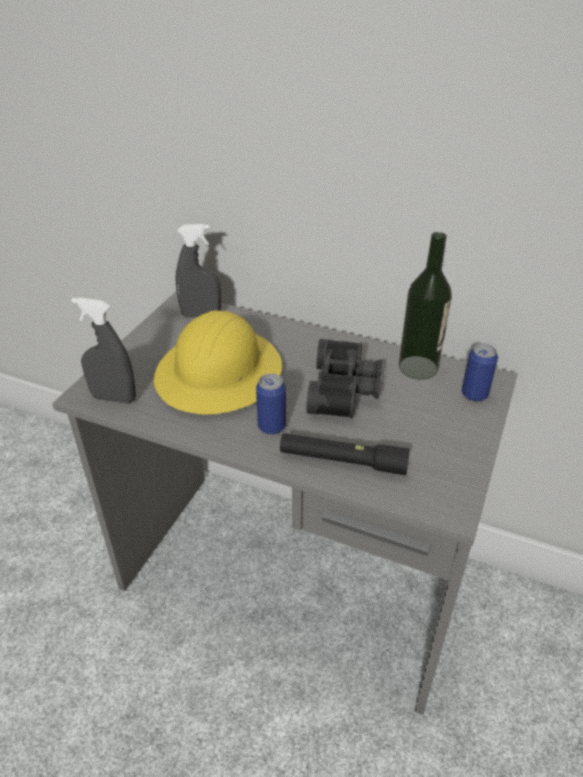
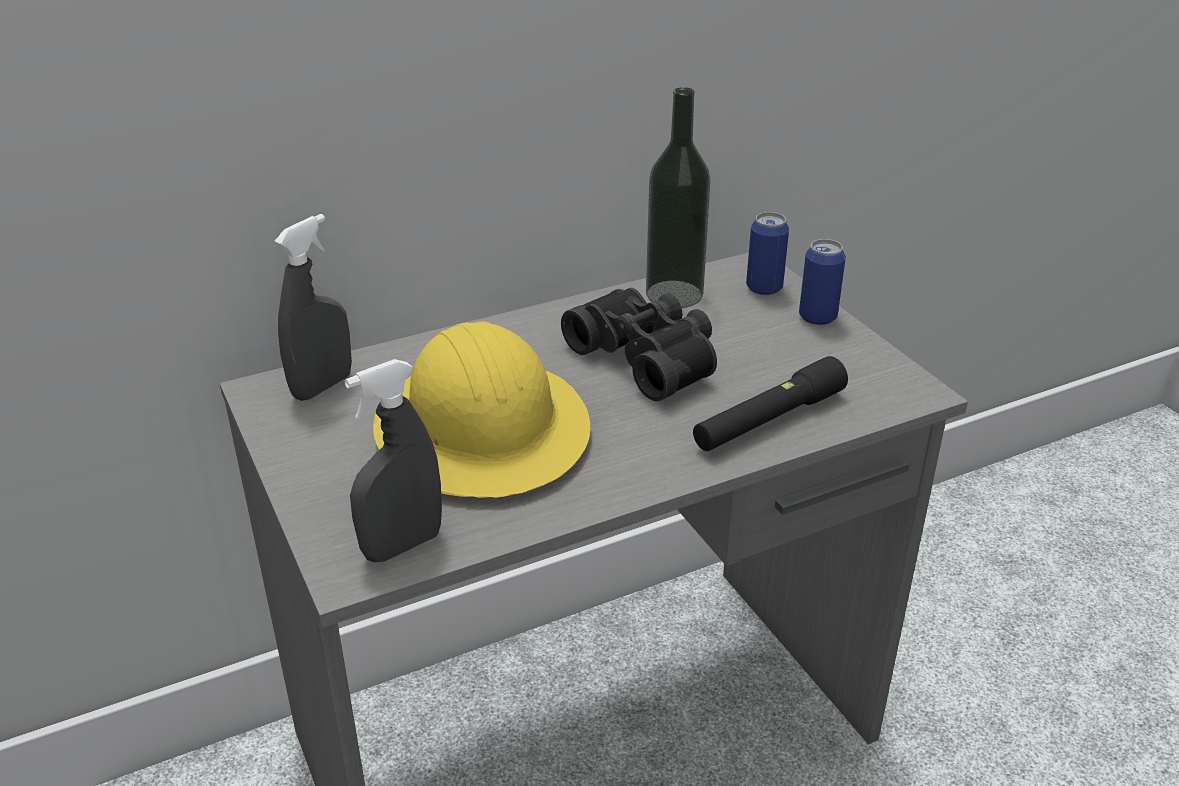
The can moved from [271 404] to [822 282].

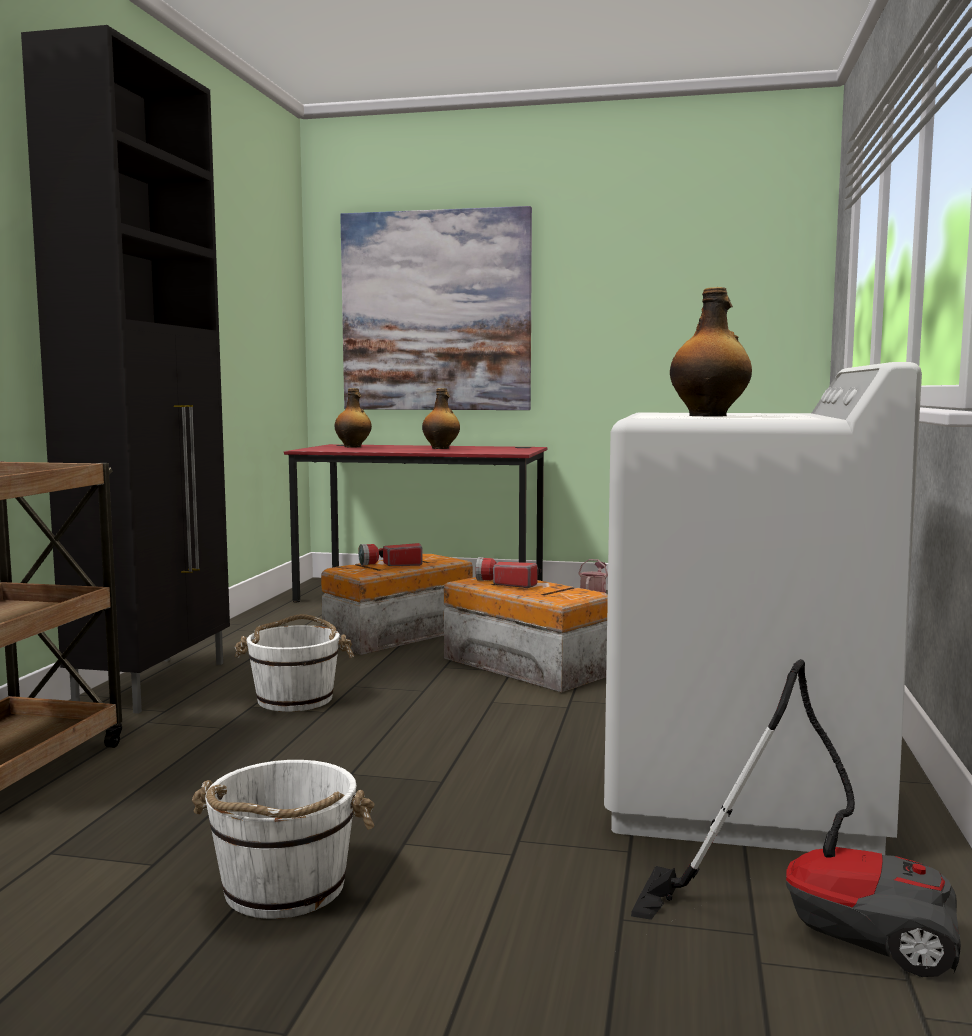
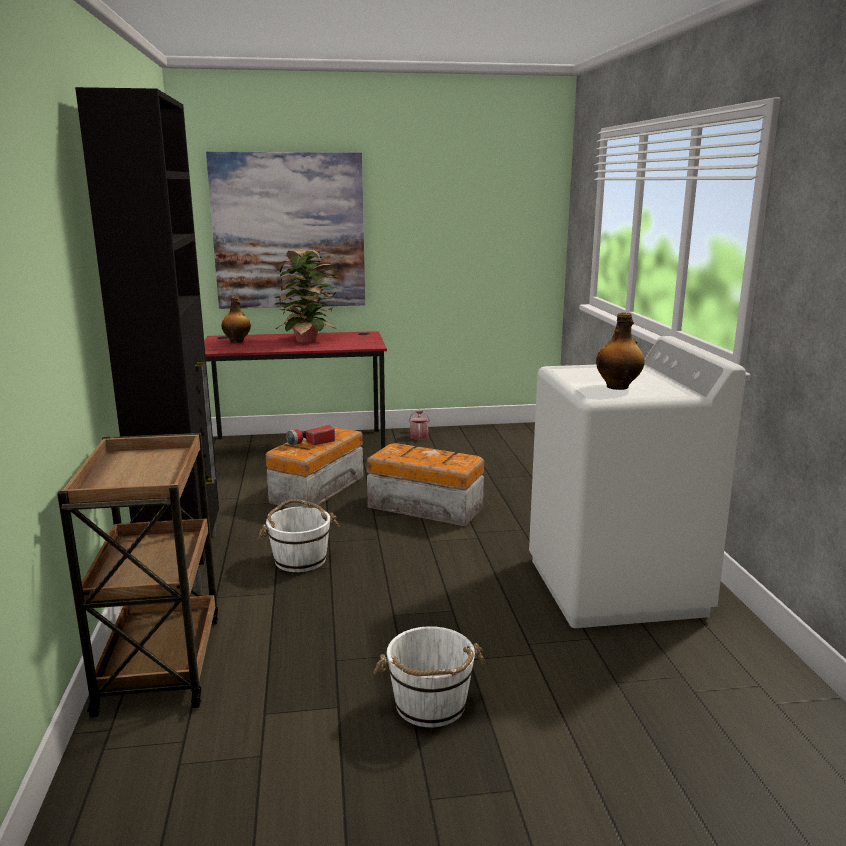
The bottle at [441 418] was replaced by the potted plant at [306 296]. The flashlight at [508 572] disappeared. The vacuum cleaner at [796 818] disappeared.

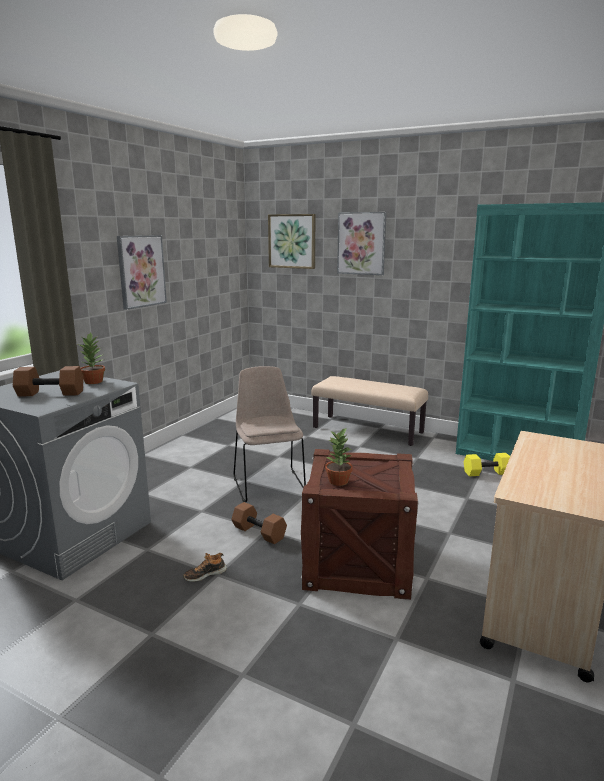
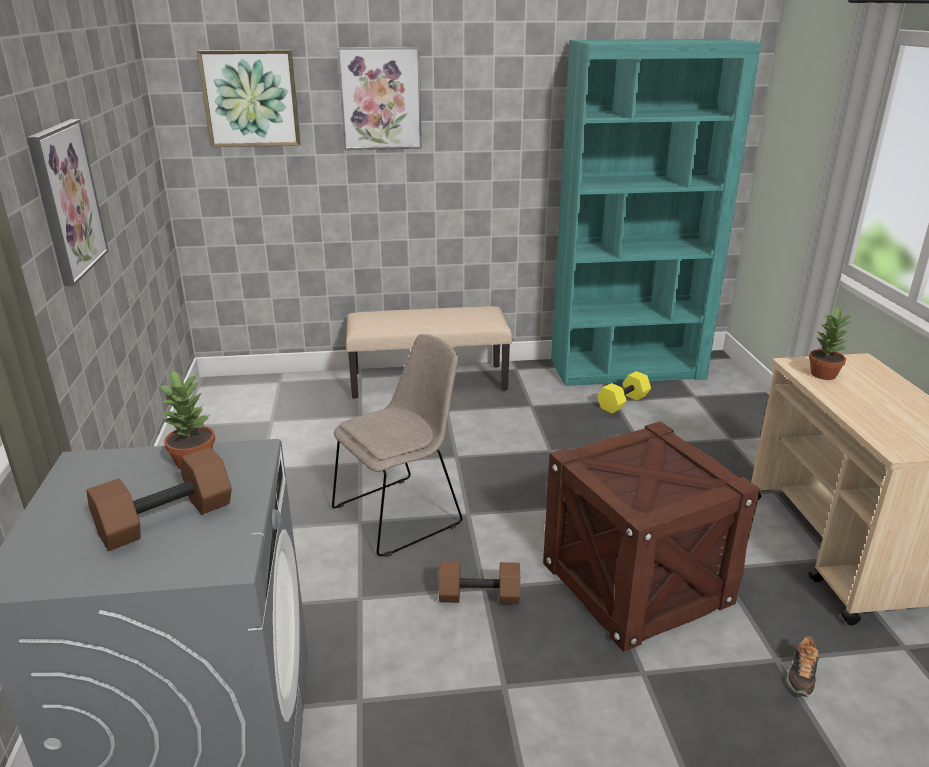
The shoe moved from [205 567] to [803 666]. The chair in beige at [270 434] turned 105 degrees clockwise. The potted plant moved from [339 456] to [830 344].

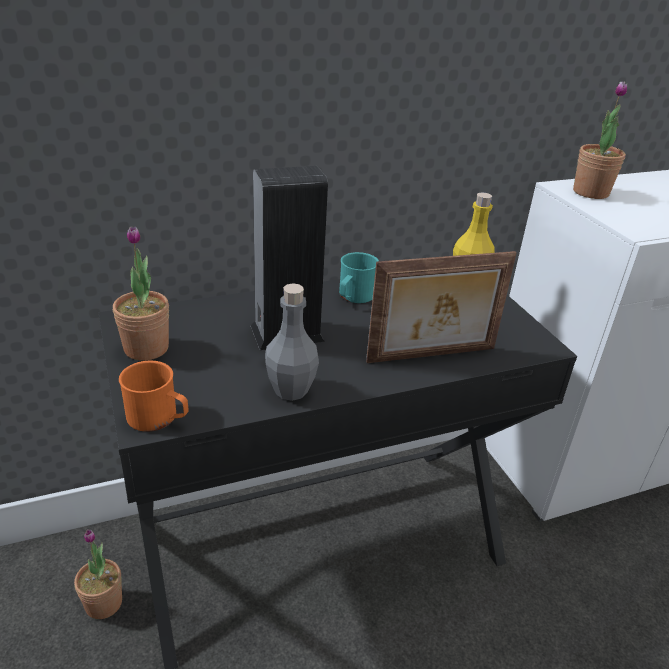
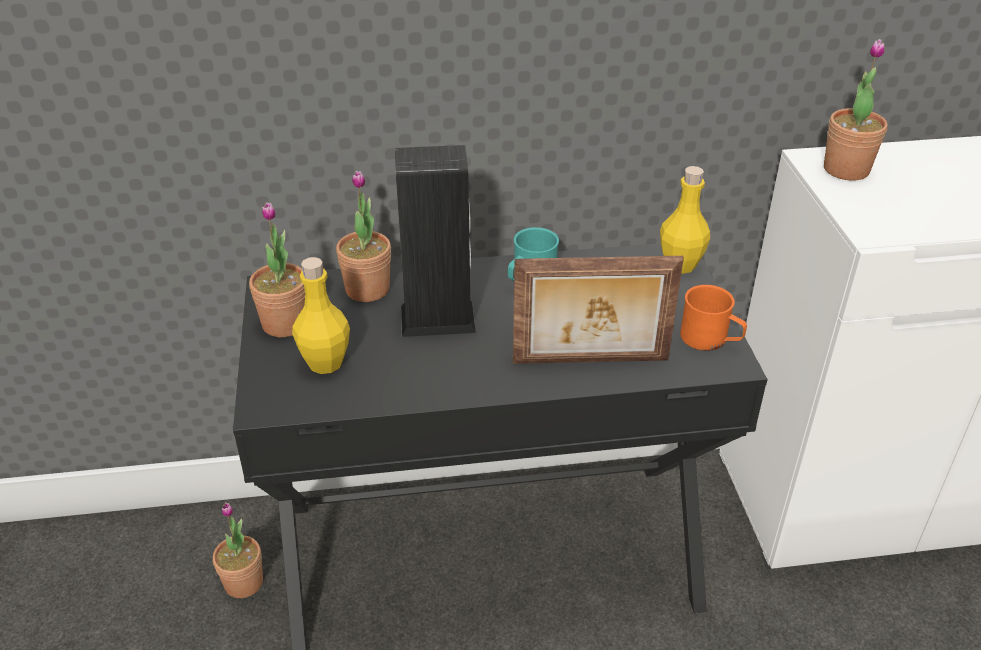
The mug in orange moved from [153 396] to [713 318]. The bottle in grey at [292 342] disappeared. The bottle in yellow at [321 315] appeared. The potted plant at [363 236] appeared.

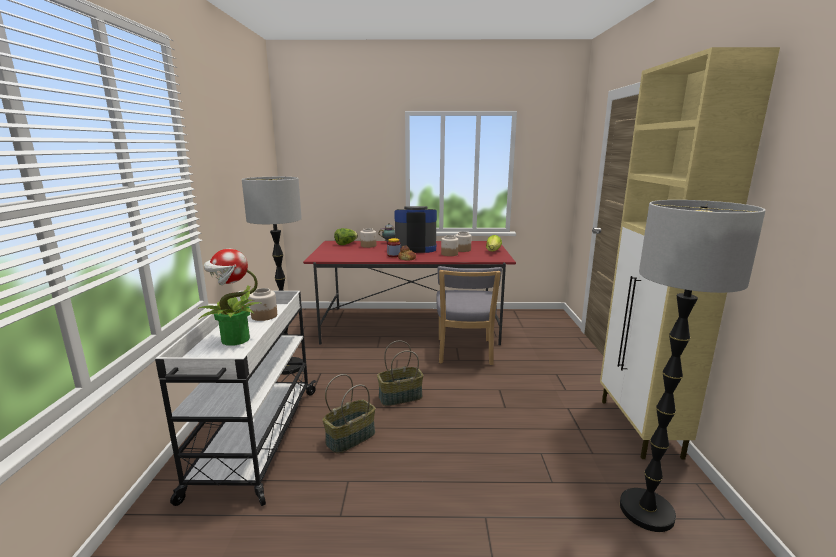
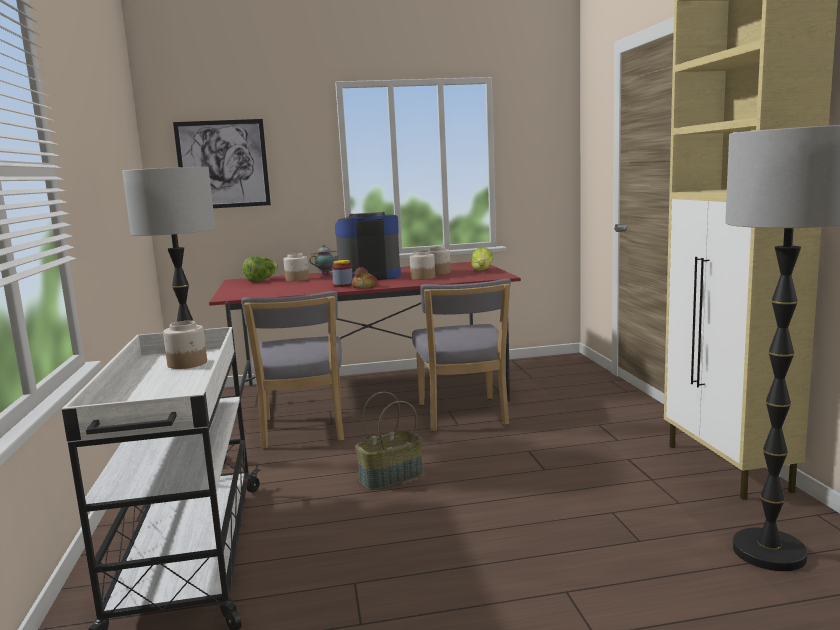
The potted plant at [230 297] disappeared. The basket at [349 414] disappeared. The picture at [222 163] appeared. The chair in grey at [292 370] appeared.

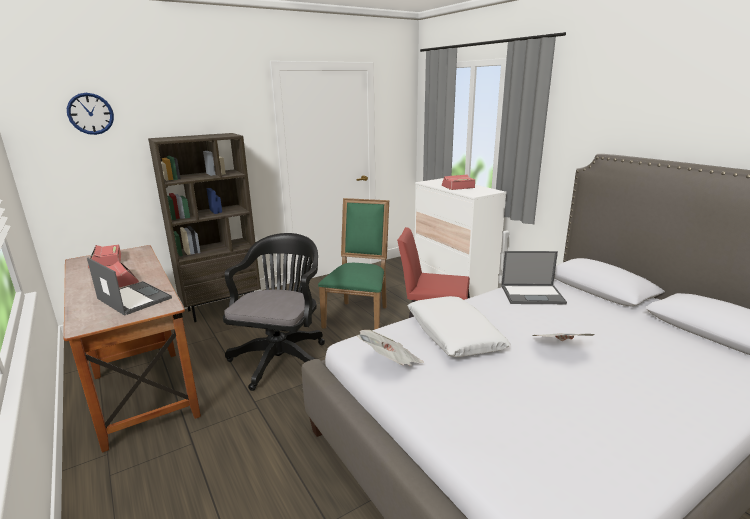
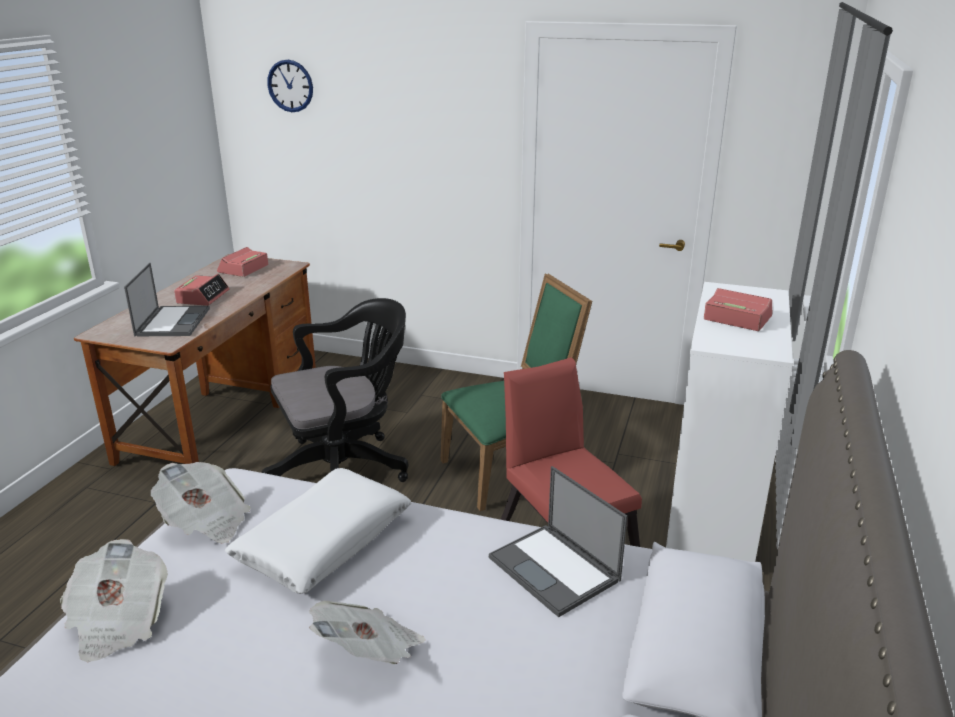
The bookcase in brown at [204 227] disappeared. The newspaper at [114 600] appeared.

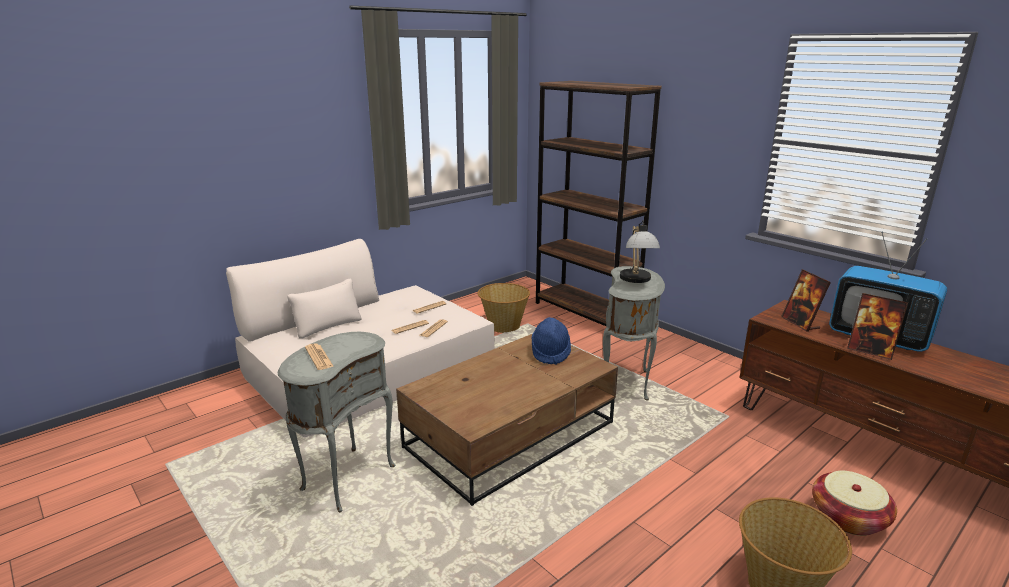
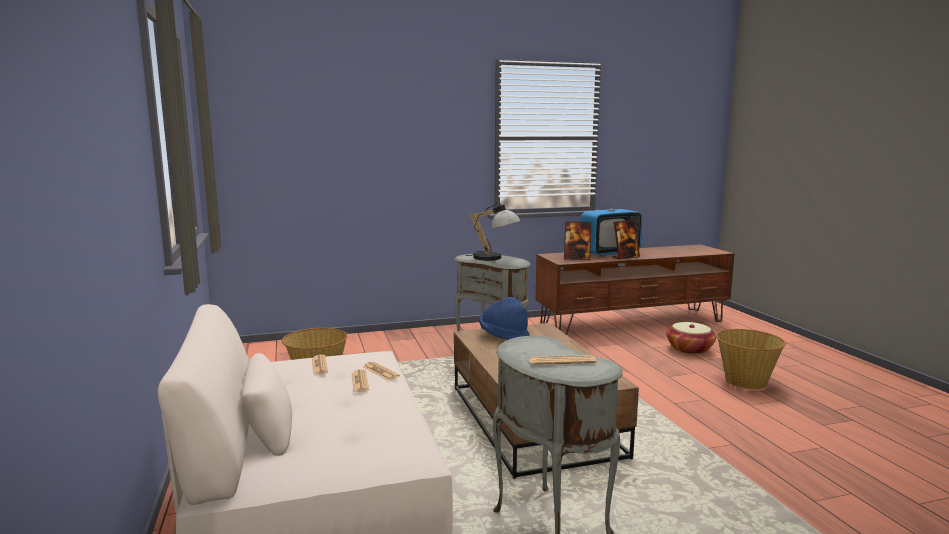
The bookcase in brown at [599 203] disappeared.

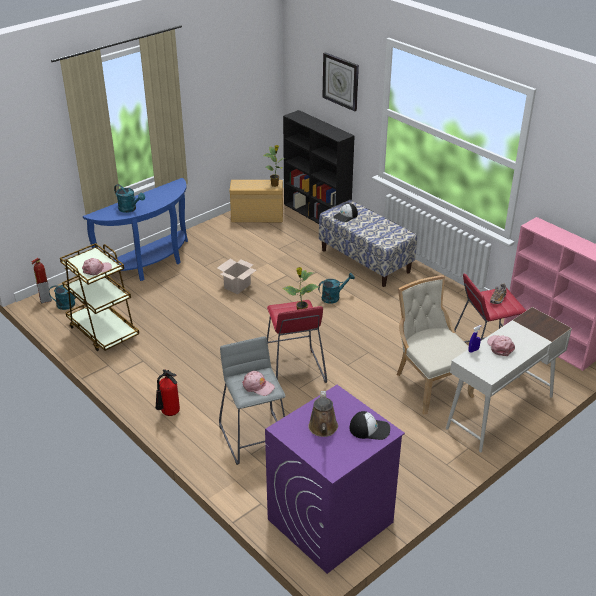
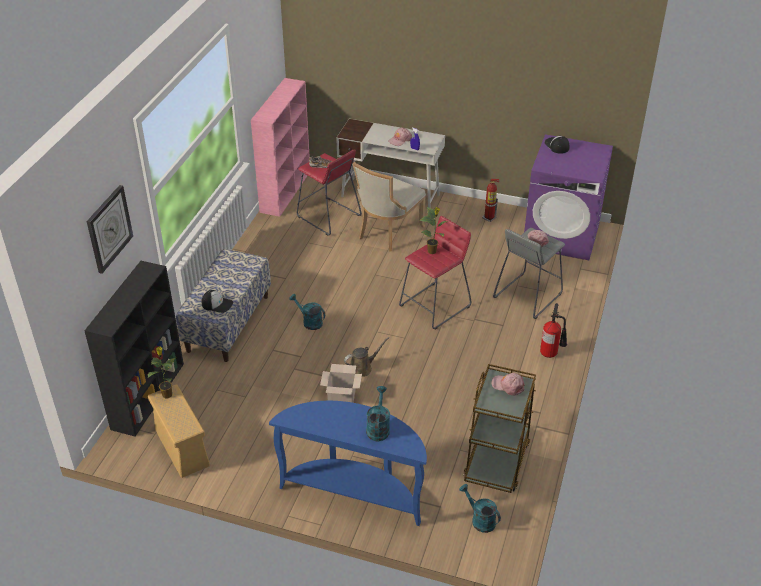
The fire extinguisher moved from [41 281] to [490 200]. The watering can in brown moved from [323 414] to [366 357].

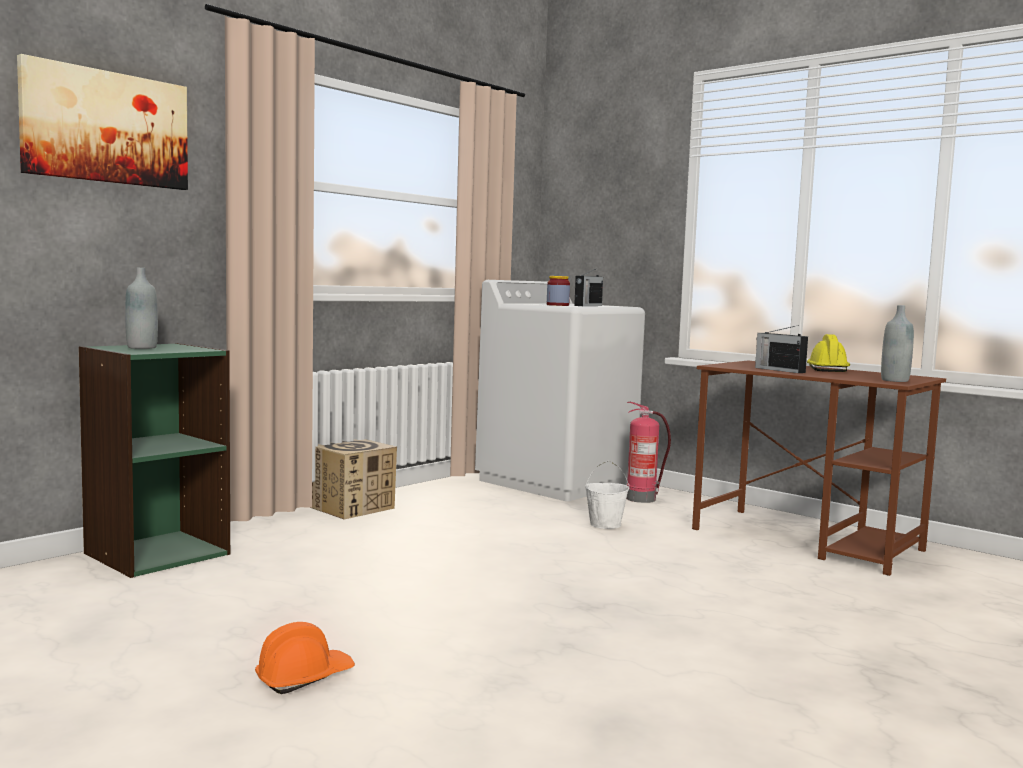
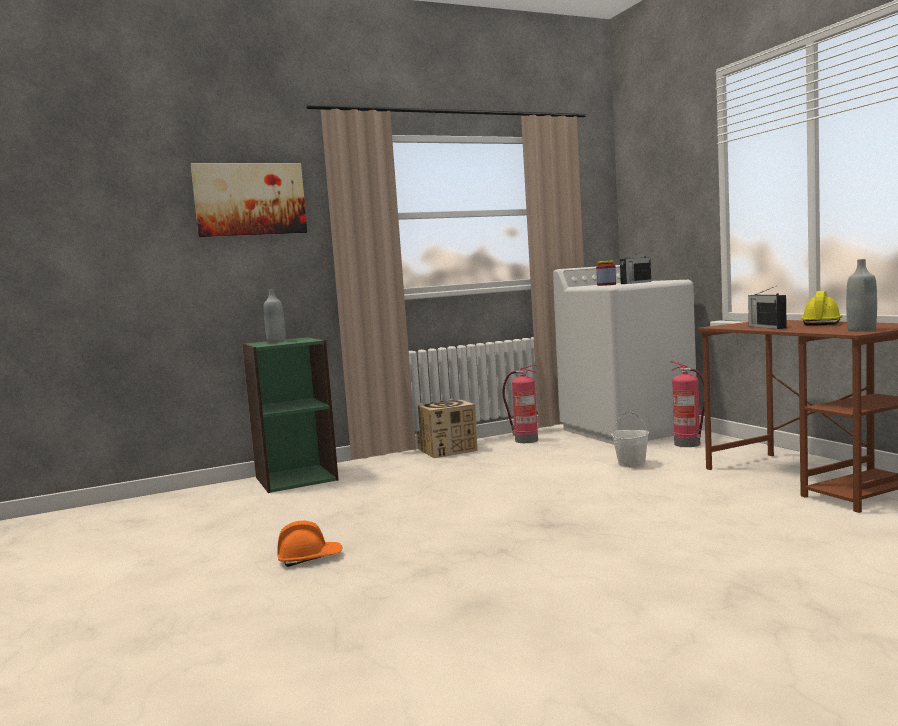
The fire extinguisher at [520 403] appeared.

